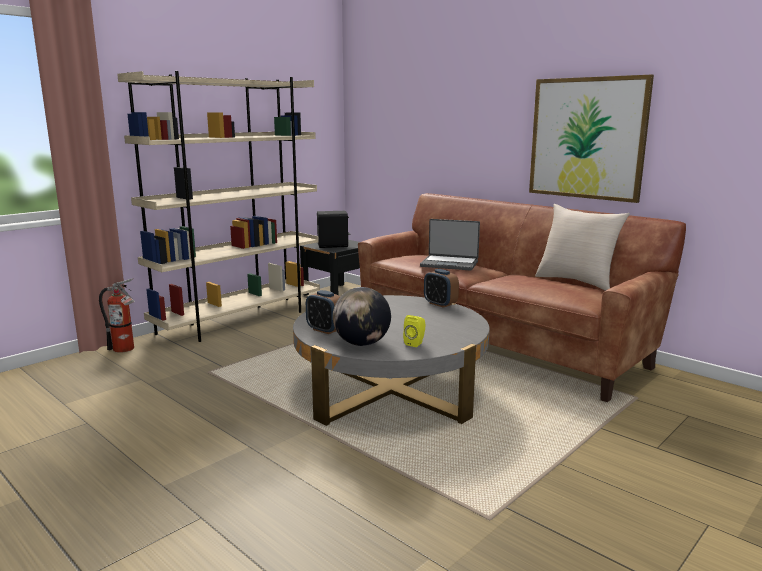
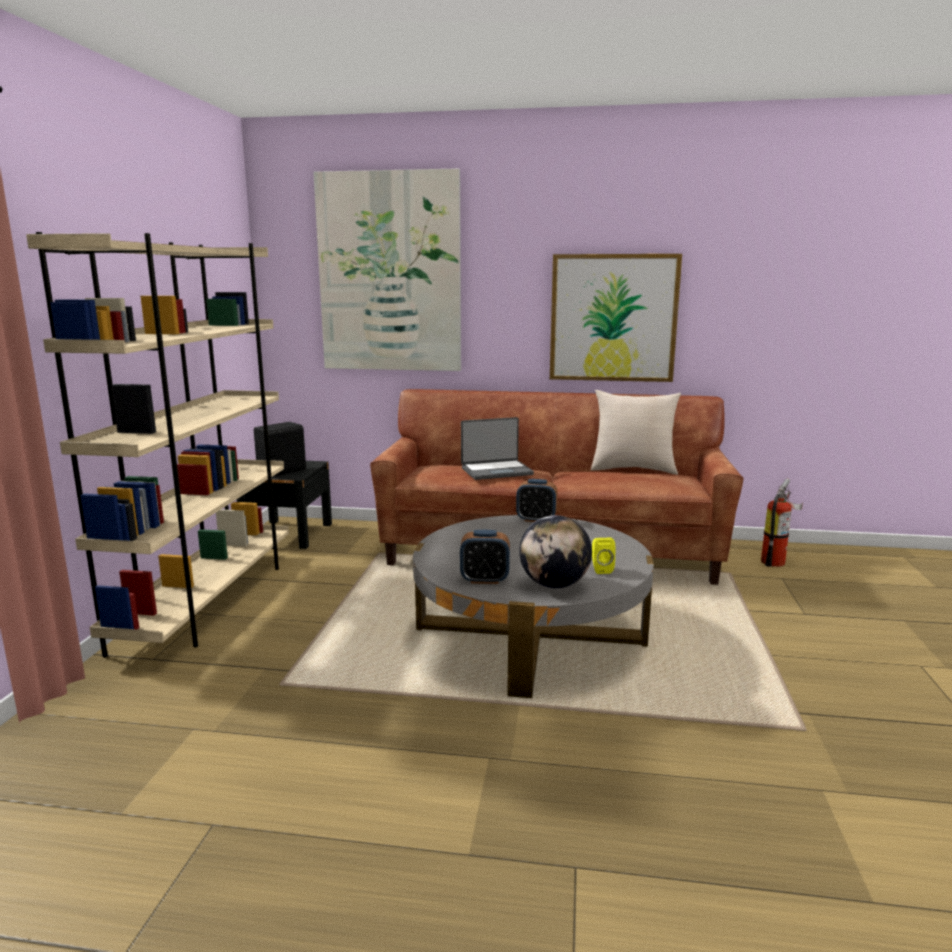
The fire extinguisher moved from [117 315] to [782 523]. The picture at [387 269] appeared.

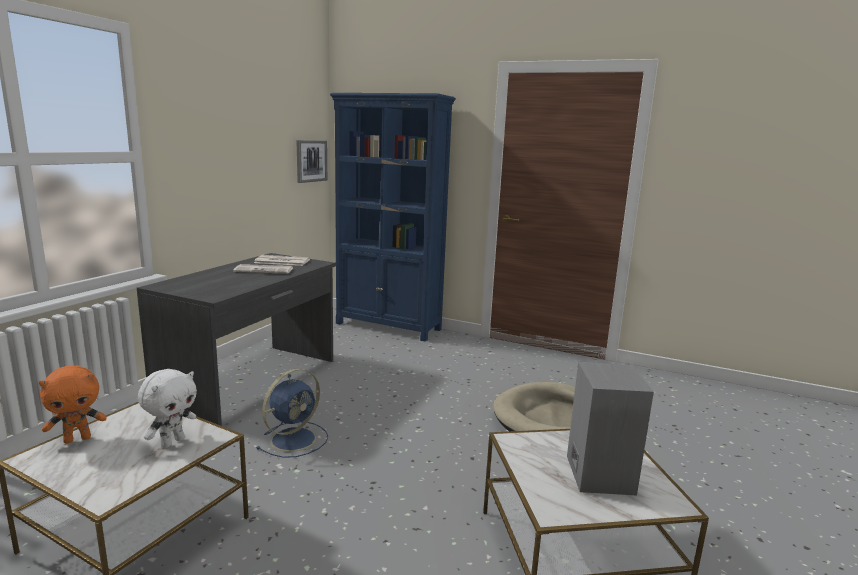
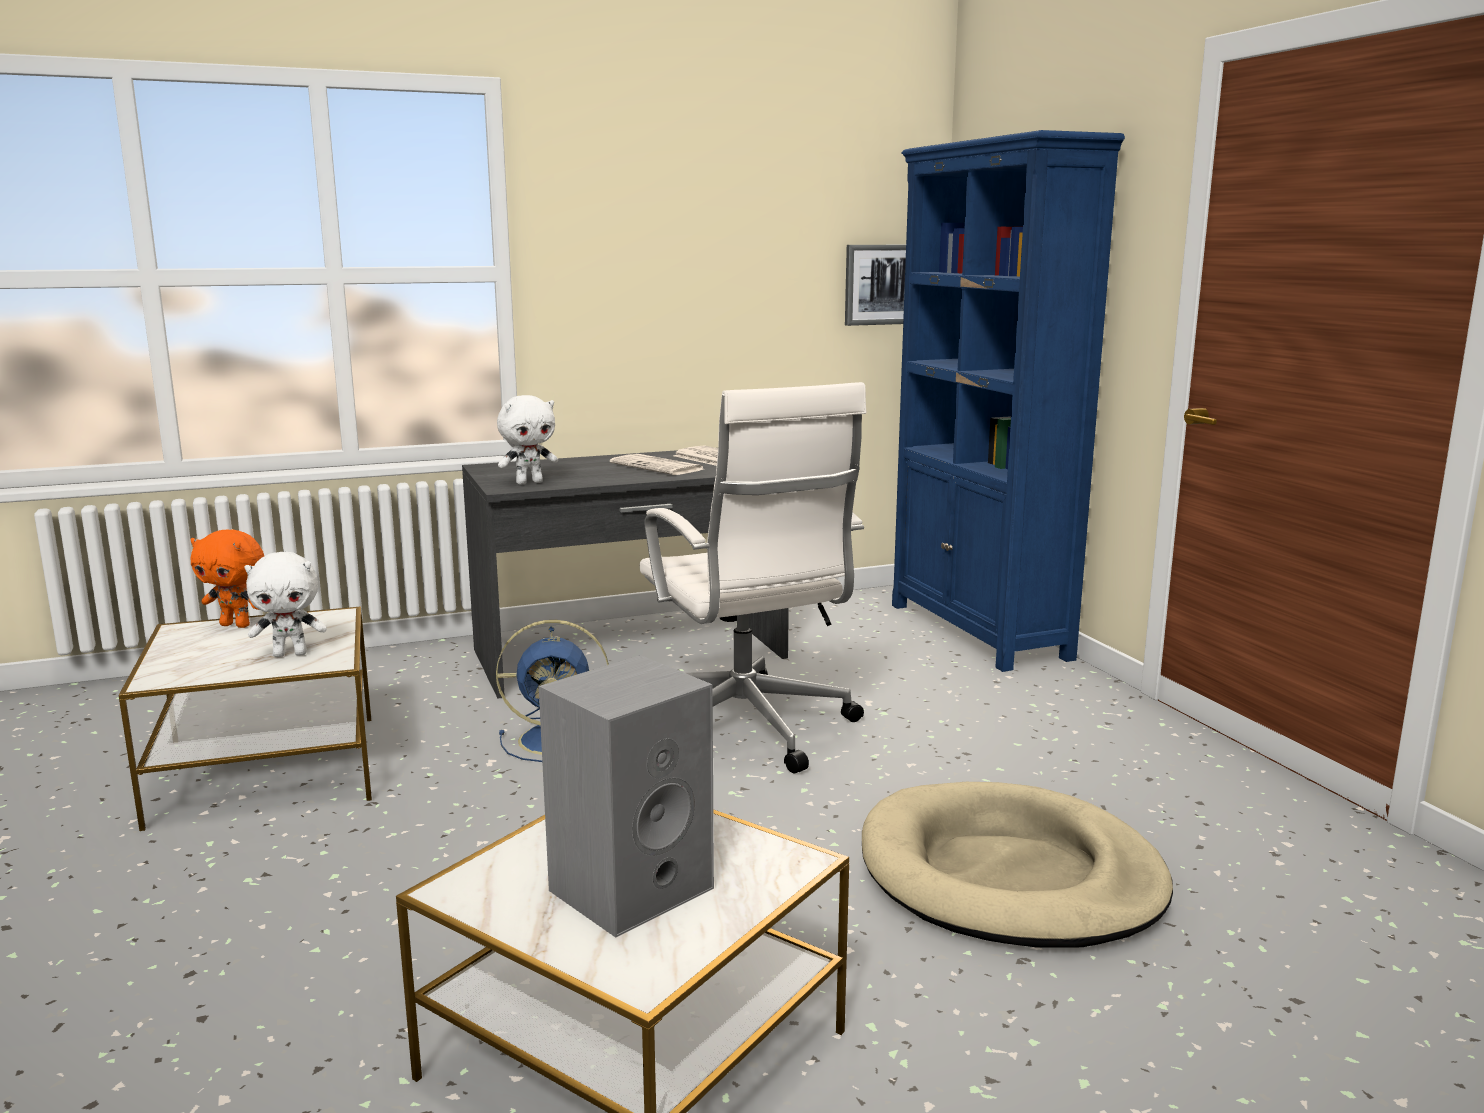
The plush toy in white at [527 440] appeared. The office chair in white at [752 577] appeared.

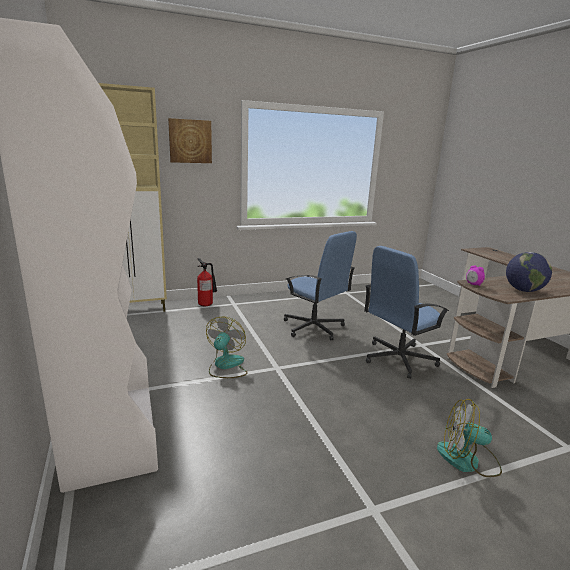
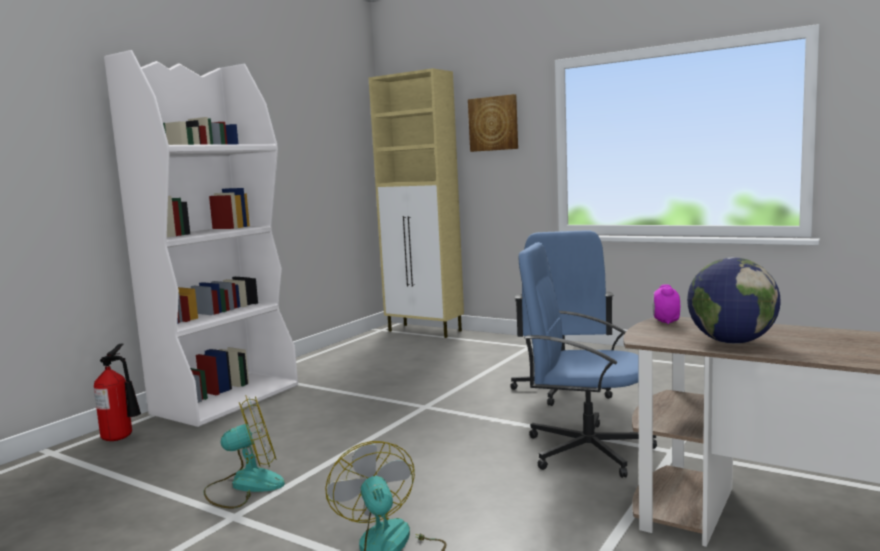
The fire extinguisher moved from [207 282] to [117 392]. The fan moved from [227 347] to [244 452].

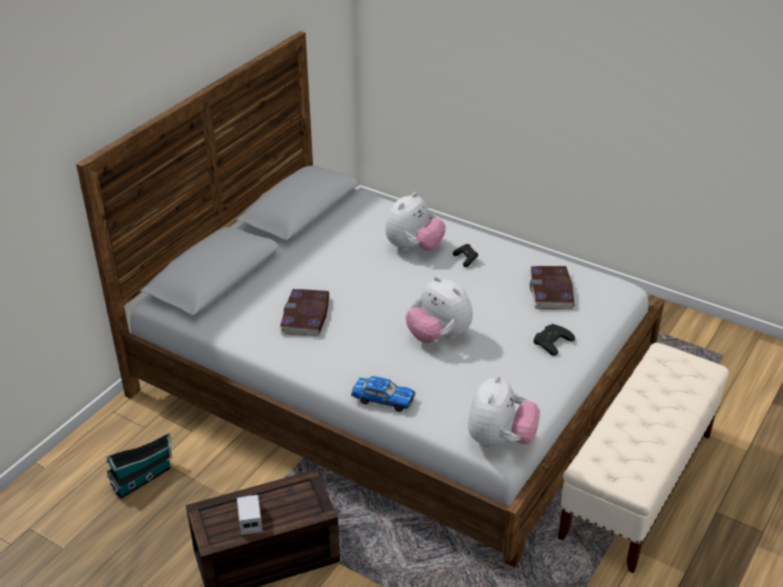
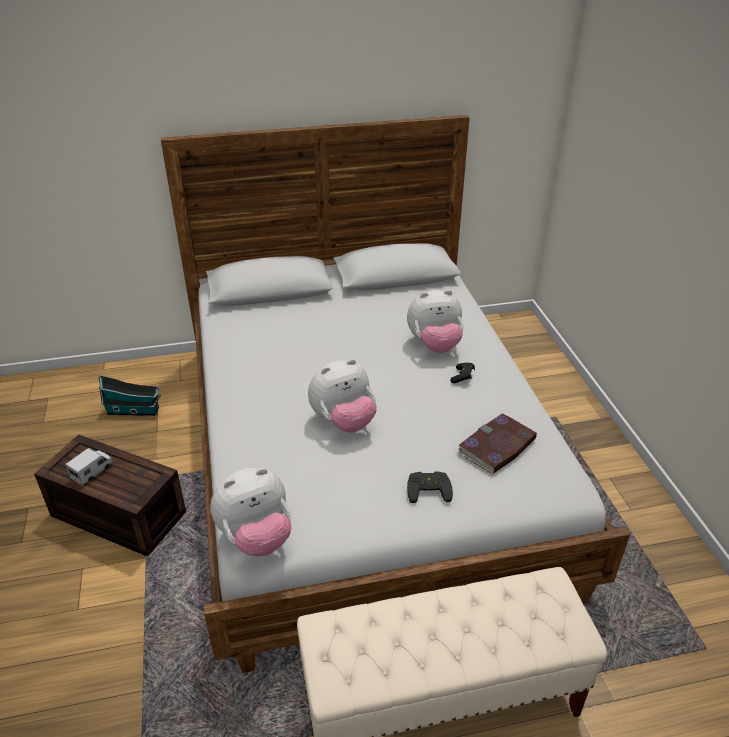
The book at [304 312] disappeared. The toy car at [383 394] disappeared. The plush toy at [439 309] turned 120 degrees counterclockwise.

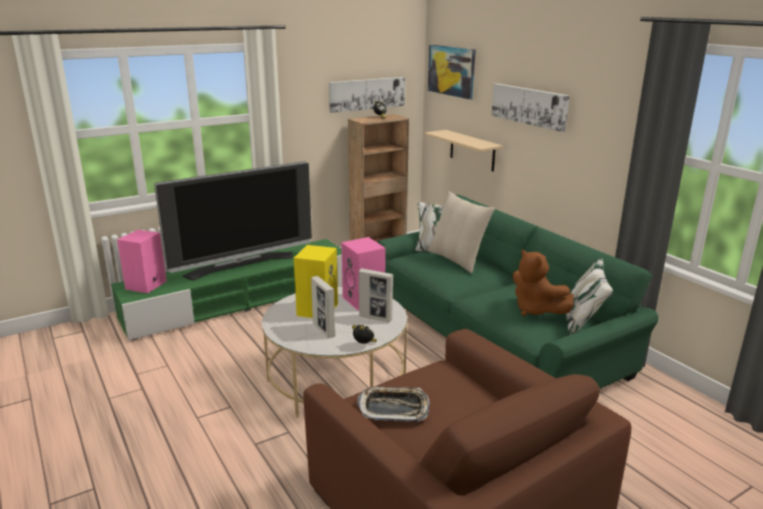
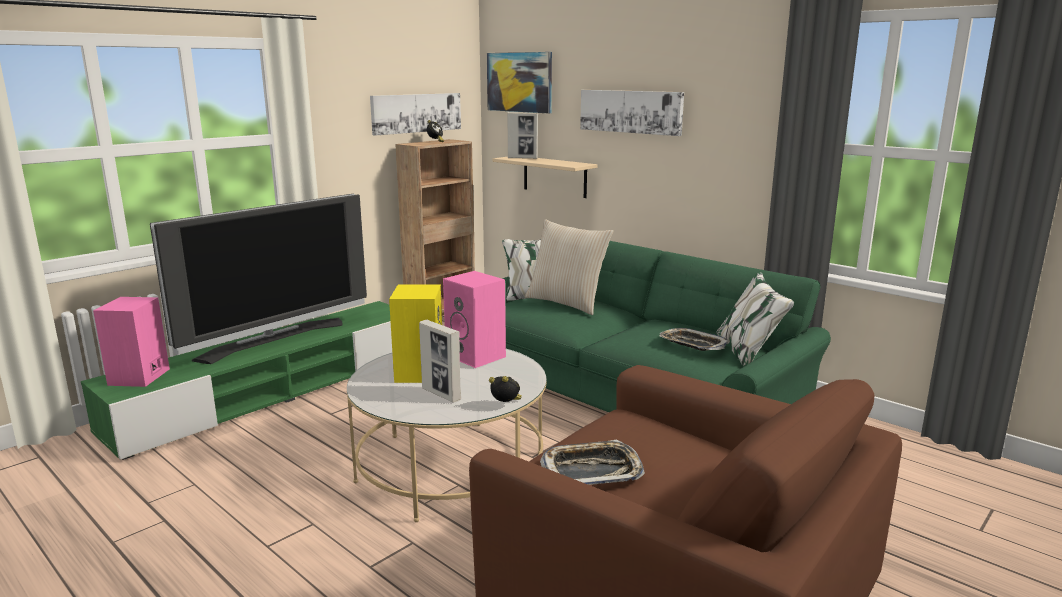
The picture frame moved from [376 295] to [523 135]. The plush toy in brown at [543 282] was replaced by the tray at [694 339].

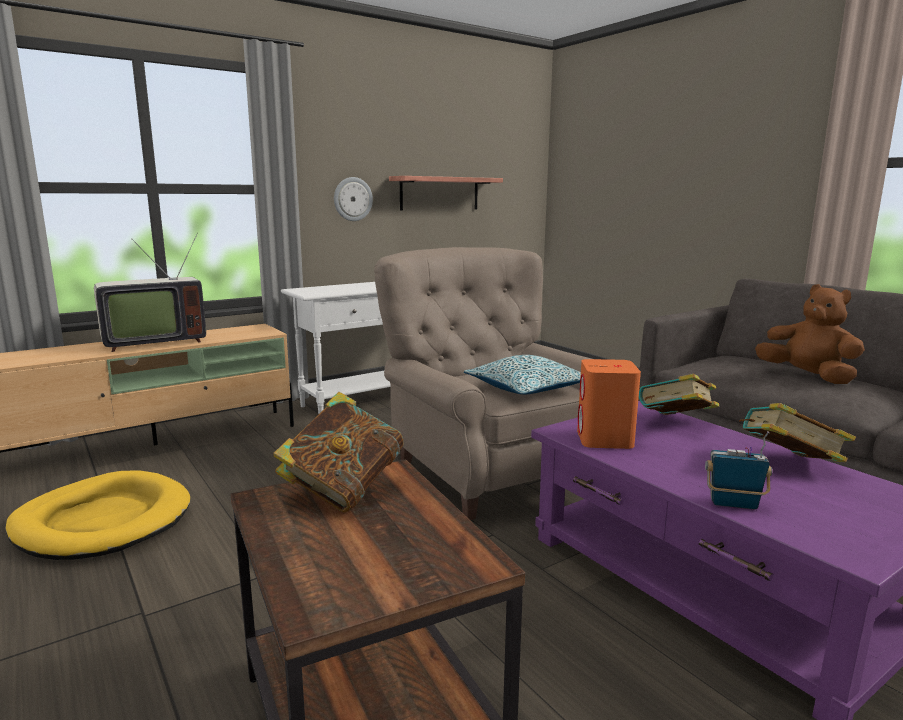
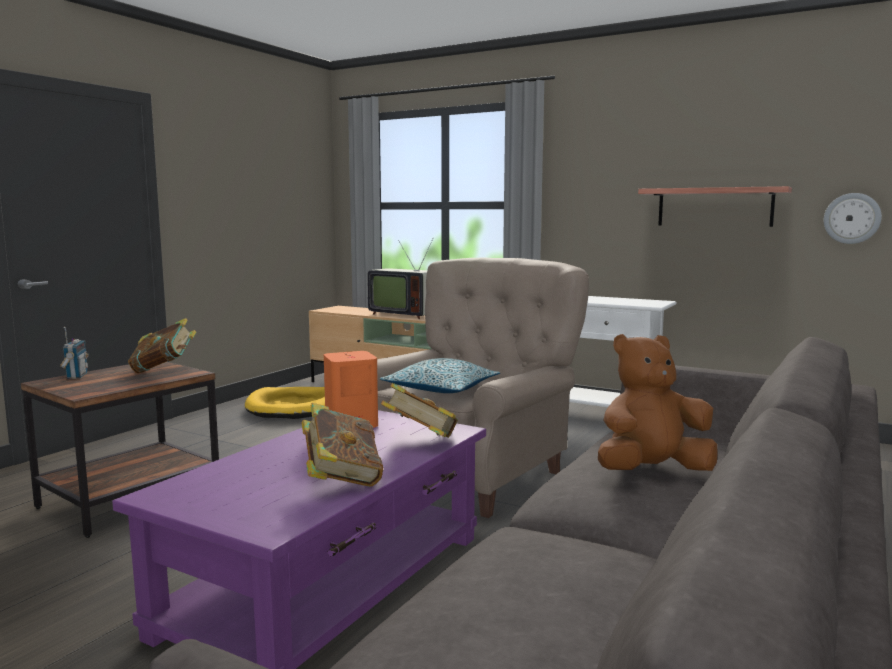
The wall clock moved from [353 199] to [853 218]. The radio moved from [738 470] to [74 353]. The plush toy in brown at [810 334] turned 135 degrees counterclockwise.

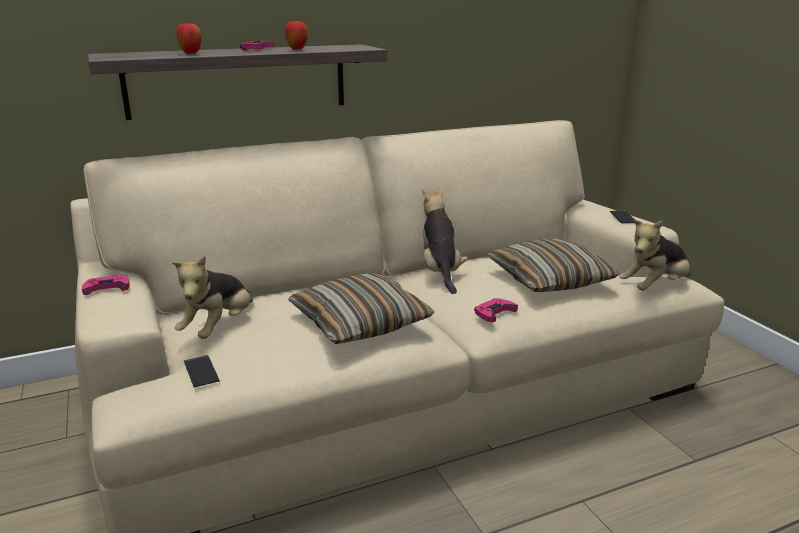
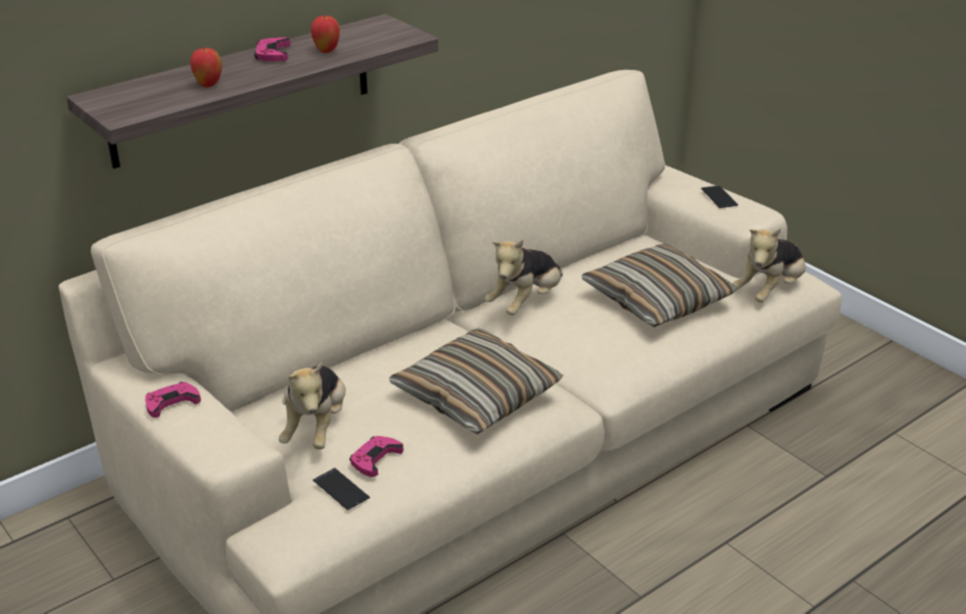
The plush toy at [445 241] turned 120 degrees counterclockwise. The game controller in pink moved from [496 310] to [376 456].

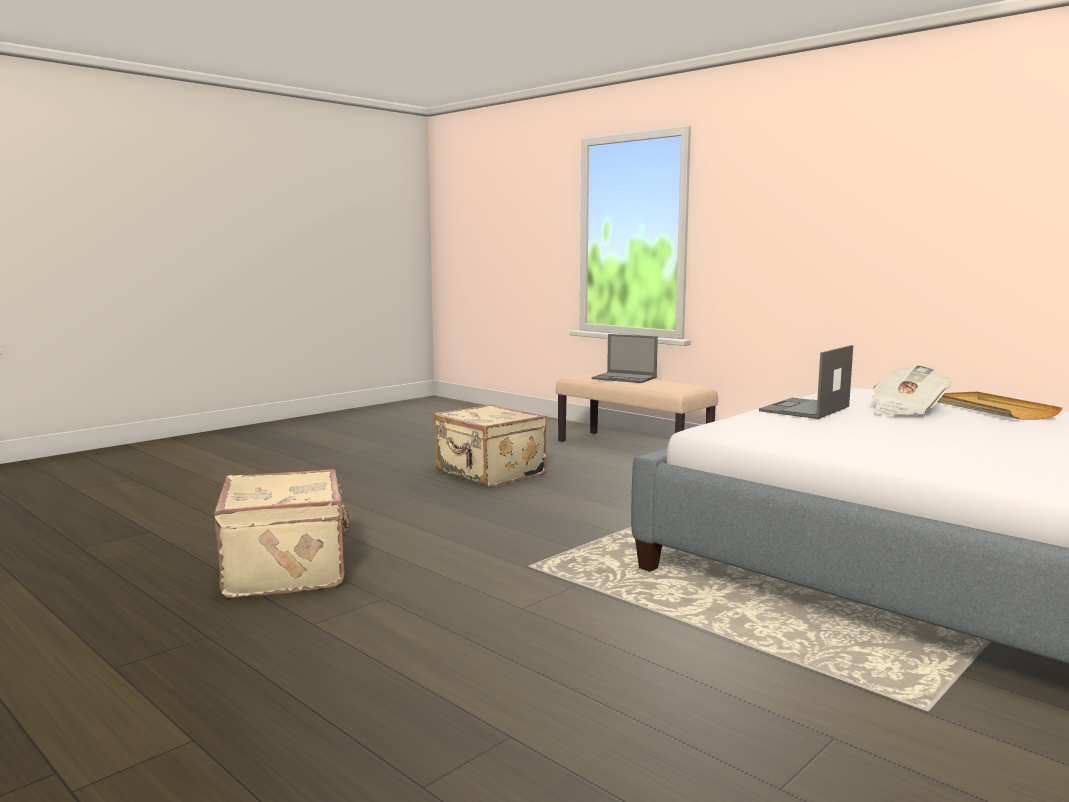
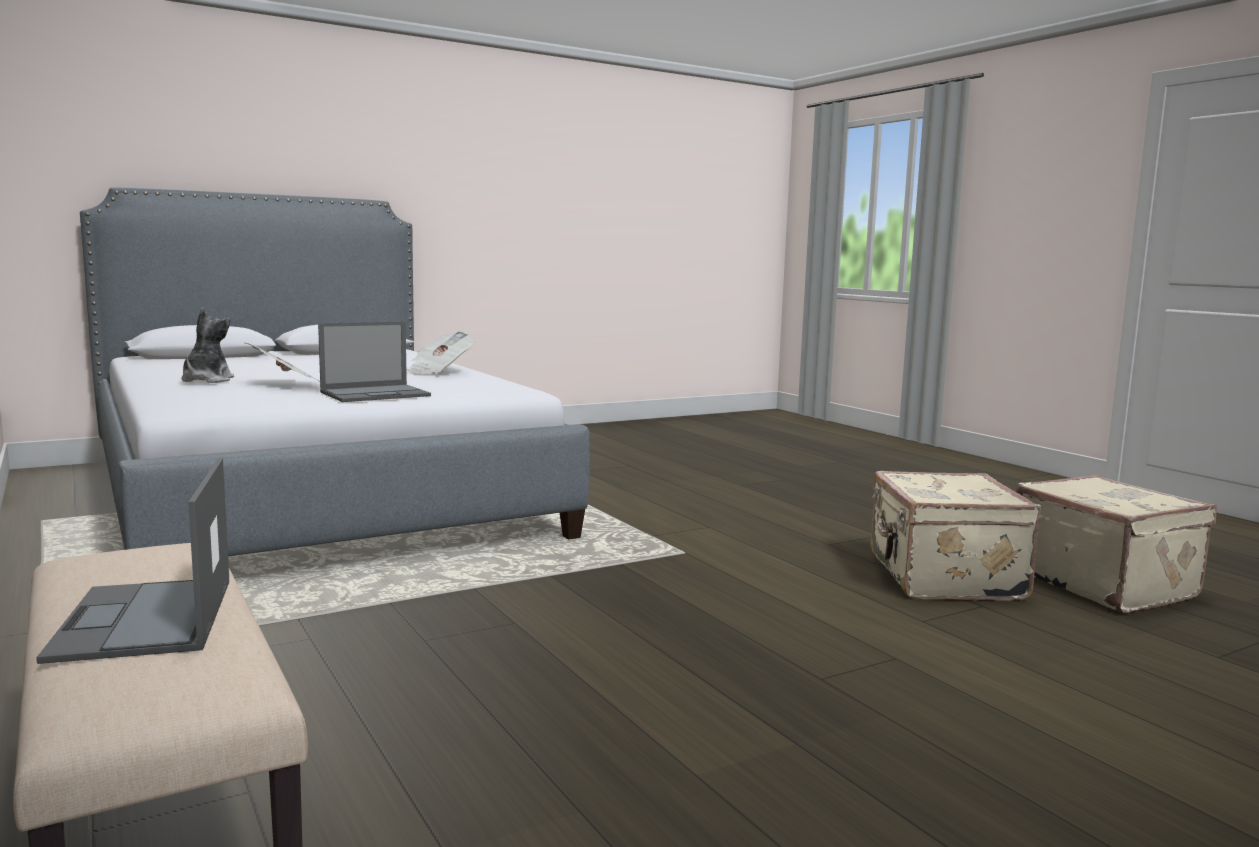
The suitcase in beige moved from [490 445] to [1116 544]. The laptop at [625 358] turned 150 degrees counterclockwise. The tray in beige at [1000 406] was replaced by the plush toy at [207 345]. The newspaper at [440 353] appeared.

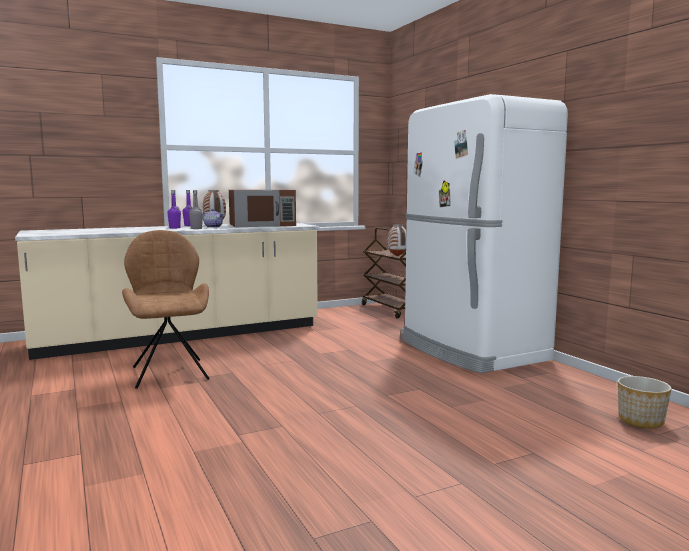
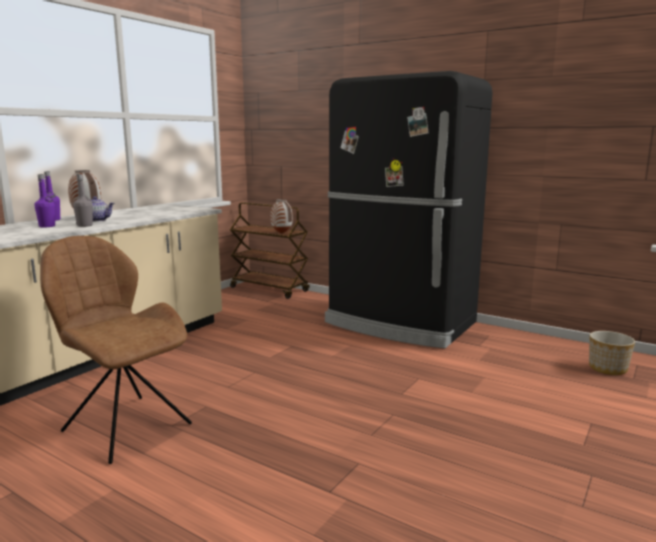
The microwave in brown at [262 208] disappeared. The fridge in white at [484 233] became the fridge in black at [409 209].

